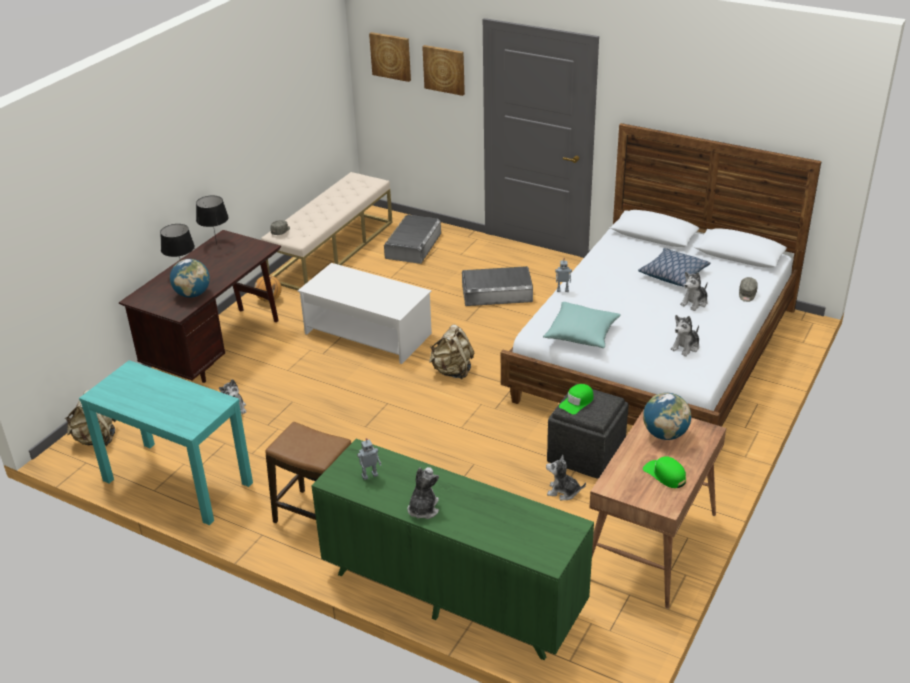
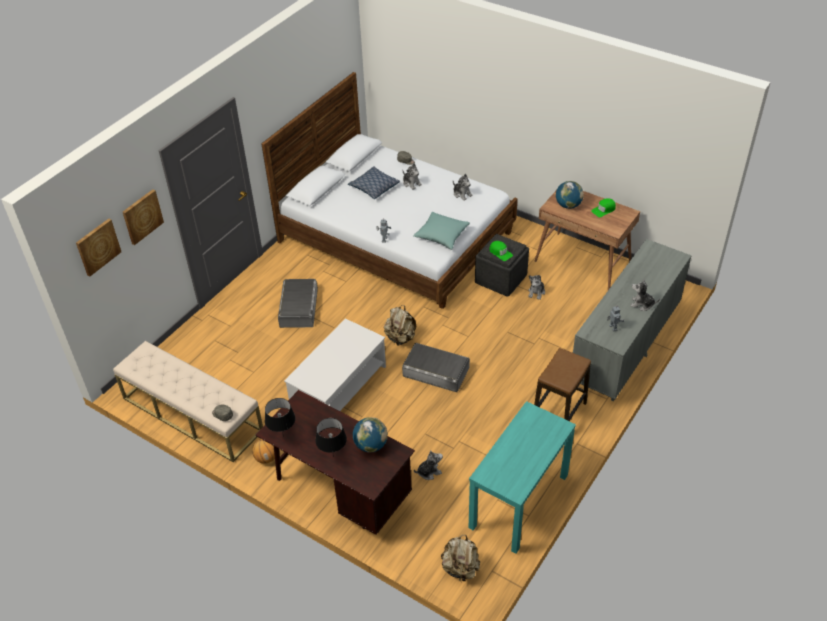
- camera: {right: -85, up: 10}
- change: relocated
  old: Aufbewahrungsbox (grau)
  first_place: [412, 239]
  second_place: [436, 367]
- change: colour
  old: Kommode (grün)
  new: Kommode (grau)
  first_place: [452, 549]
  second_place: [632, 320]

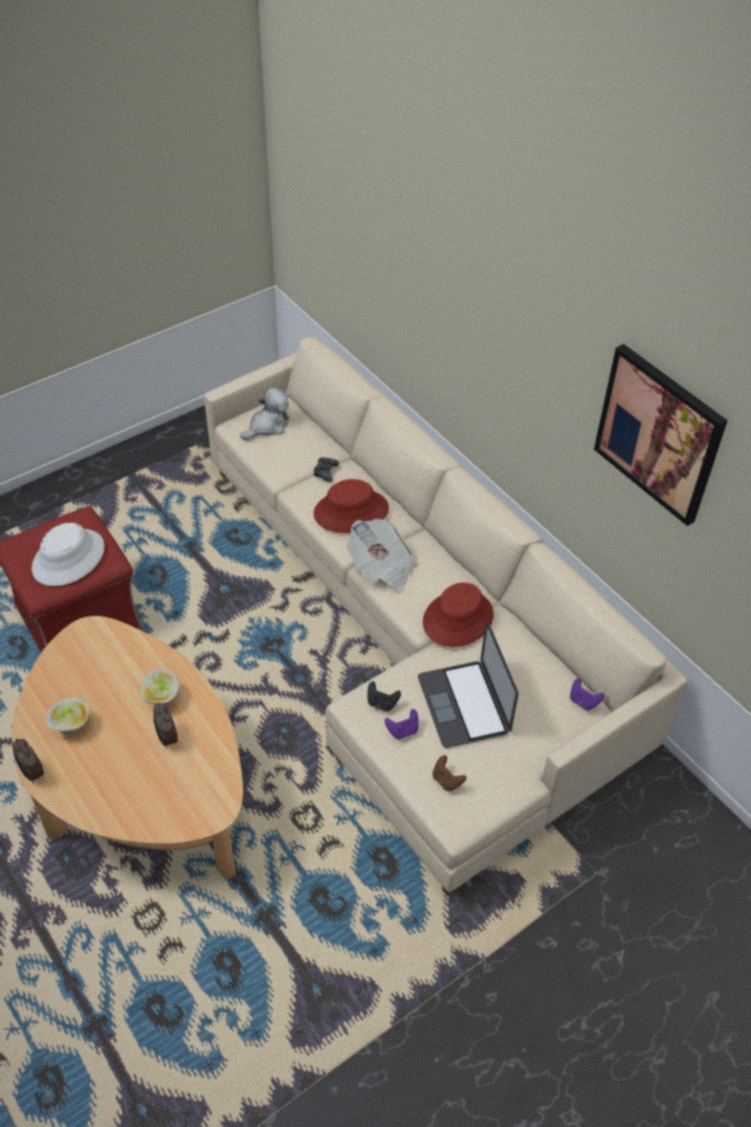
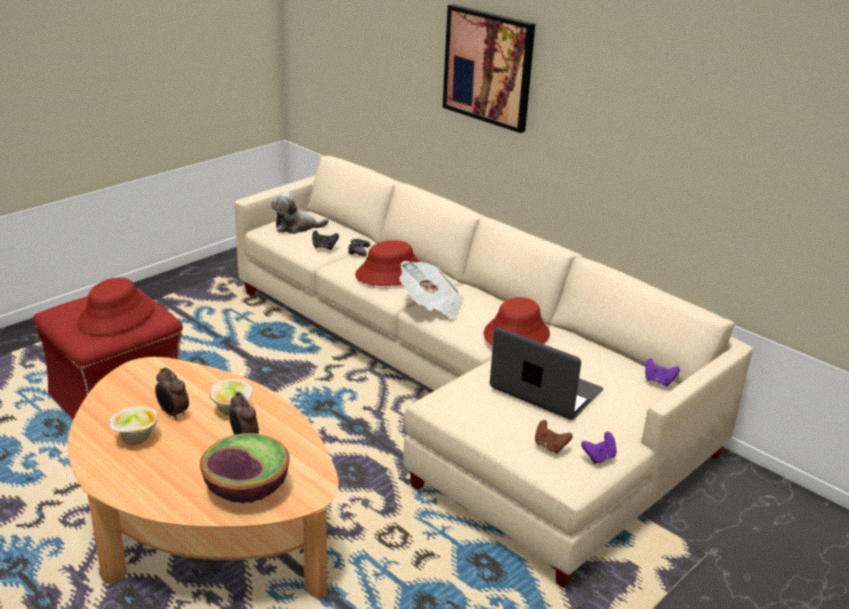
- camera: {right: -10, up: -20}
- change: relocated
  old: Bild
  first_place: [661, 435]
  second_place: [488, 68]
- change: spun
  old: Plüschtier
  first_place: [264, 413]
  second_place: [300, 213]
  degrees: -135
- change: colour
  old: Hut (weiß)
  new: Hut (rot)
  first_place: [68, 554]
  second_place: [115, 306]
- change: spun
  old: Laptop
  first_place: [468, 684]
  second_place: [546, 373]
  degrees: 150
- change: relocated
  old: Gamepad (schwarz)
  first_place: [384, 696]
  second_place: [325, 240]
- change: relocated
  old: Gamepad (lila)
  first_place: [402, 724]
  second_place: [599, 448]
- change: relocated
  old: Wecker
  first_place: [28, 760]
  second_place: [172, 393]
- change: appeared
  new: Schüssel
  second_place: [245, 468]

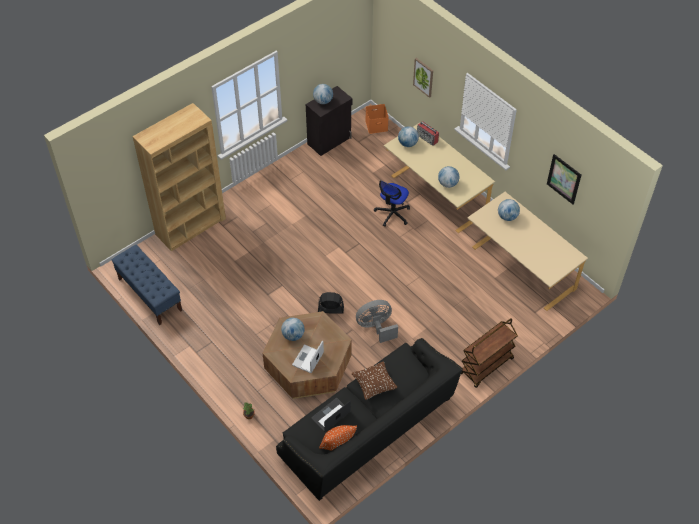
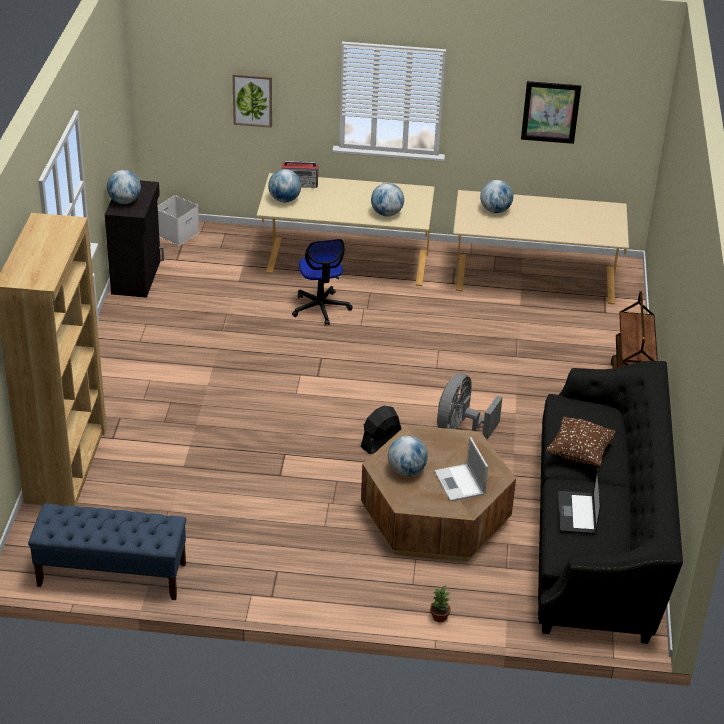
- camera: {right: -45, up: -15}
- change: colour
  old: Aufbewahrungsbox (orange)
  new: Aufbewahrungsbox (weiß)
  first_place: [377, 119]
  second_place: [178, 220]
- change: missing
  old: Kissen (orange)
  first_place: [338, 437]

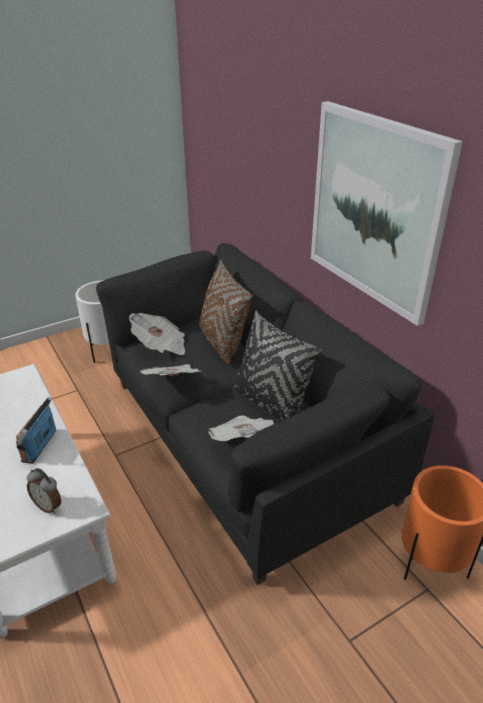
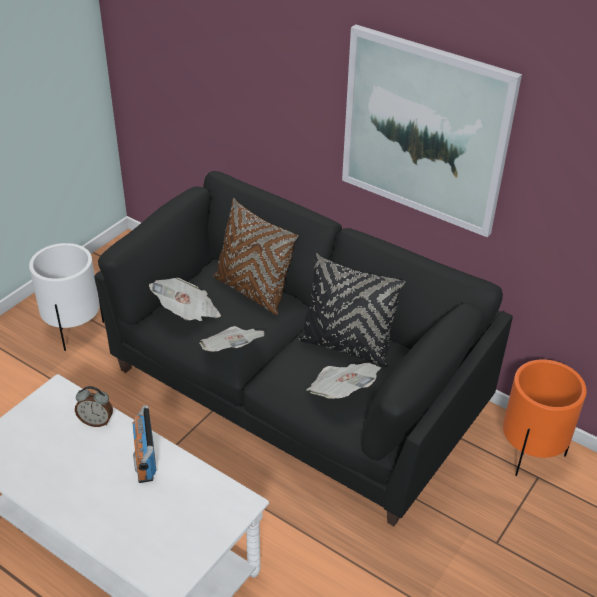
- camera: {right: -25, up: 5}
- change: relocated
  old: Wecker
  first_place: [44, 490]
  second_place: [94, 406]

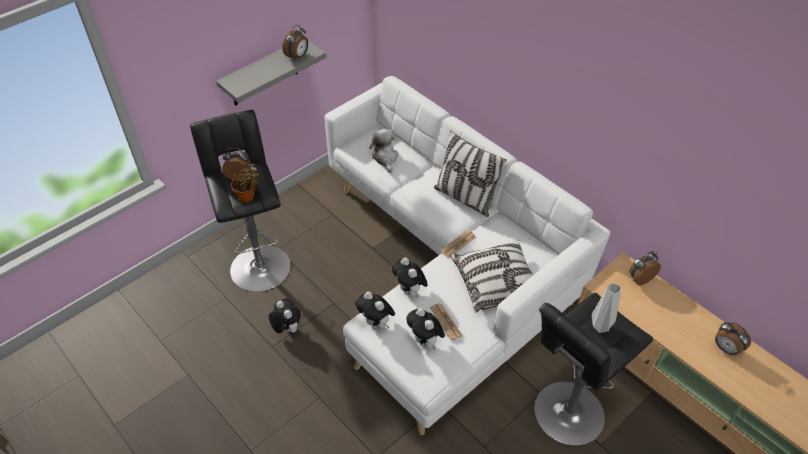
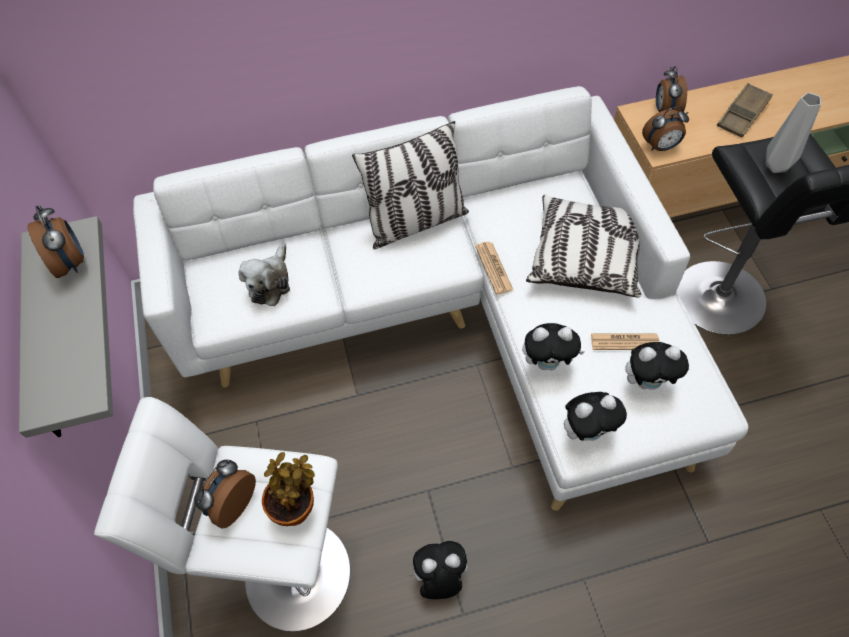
- camera: {right: -60, up: 10}
- change: colour
  old: Hocker (schwarz)
  new: Hocker (weiß)
  first_place: [240, 201]
  second_place: [222, 514]
- change: spun
  old: Plüschtier
  first_place: [383, 151]
  second_place: [264, 274]
  degrees: -90
- change: relocated
  old: Wecker
  first_place: [733, 338]
  second_place: [665, 128]
- change: appeared
  new: Tablett (braun)
  second_place: [744, 110]

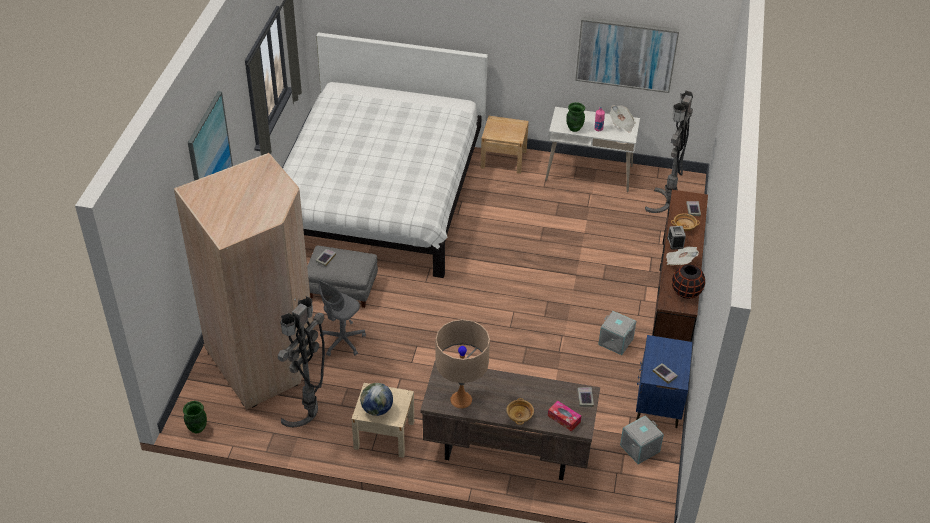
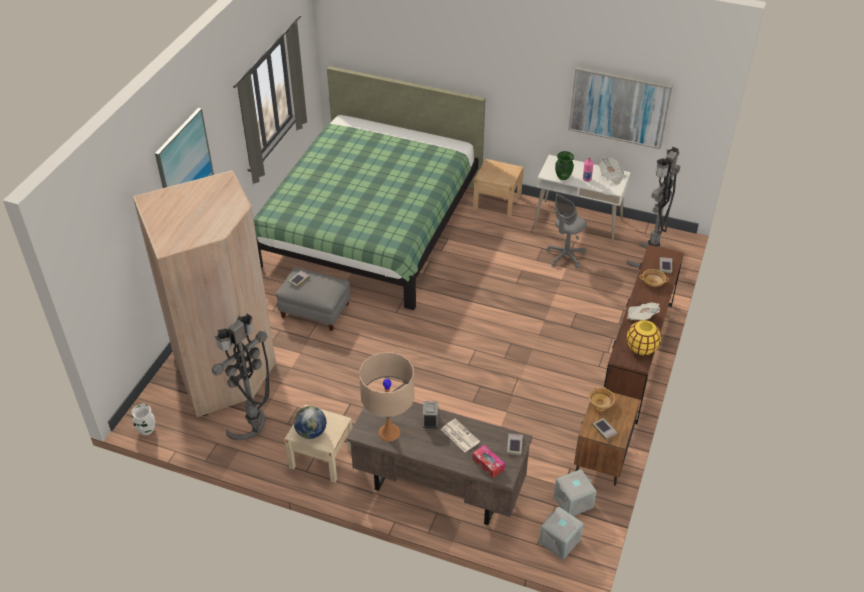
- camera: {right: 10, up: 0}
- change: colour
  old: Bett (weiß)
  new: Bett (grün)
  first_place: [385, 155]
  second_place: [369, 188]
- change: relocated
  old: Wecker
  first_place: [676, 238]
  second_place: [430, 414]
- change: colour
  old: Vase (schwarz)
  new: Vase (gelb)
  first_place: [688, 281]
  second_place: [644, 337]
- change: relocated
  old: Bürostuhl (grau)
  first_place: [342, 317]
  second_place: [566, 231]
- change: relocated
  old: Aufbewahrungsbox (grau)
  first_place: [617, 333]
  second_place: [561, 533]
- change: colour
  old: Nachttisch (blau)
  new: Nachttisch (braun)
  first_place: [664, 381]
  second_place: [607, 437]
- change: relocated
  old: Schüssel (beige)
  first_place: [520, 411]
  second_place: [602, 399]
- change: colour
  old: Vase (grün)
  new: Vase (weiß)
  first_place: [195, 417]
  second_place: [143, 419]
- change: appeared
  new: Zeitung
  second_place: [460, 435]

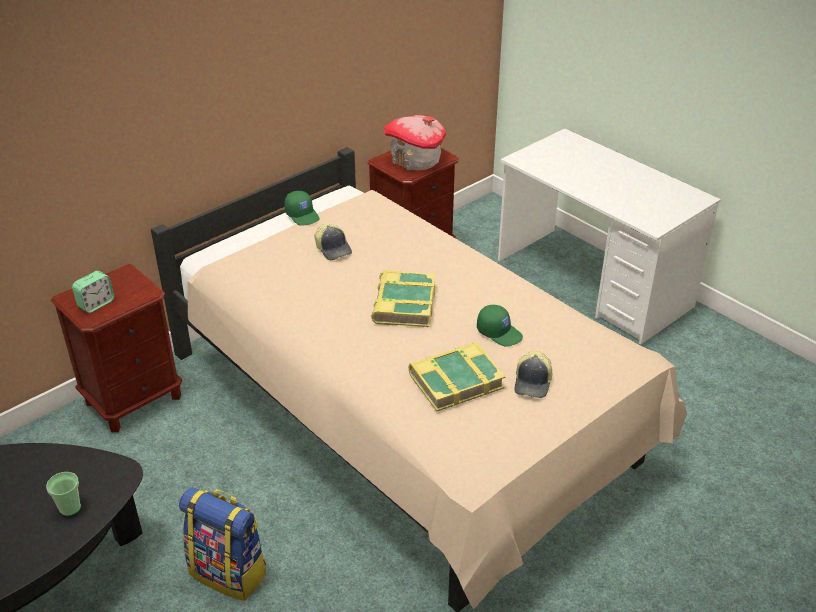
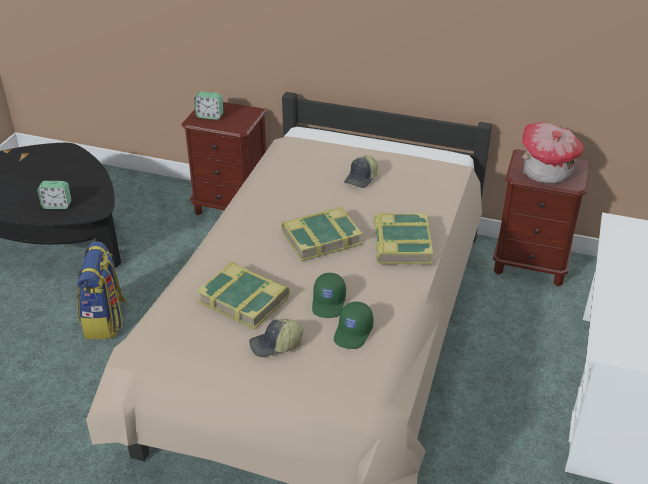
- camera: {right: 60, up: 0}
- change: relocated
  old: Kappe (grün)
  first_place: [302, 208]
  second_place: [354, 325]
- change: exchanged
  old: Tasse
  new: Wecker
  first_place: [63, 494]
  second_place: [54, 195]
- change: appeared
  new: Buch
  second_place: [403, 239]

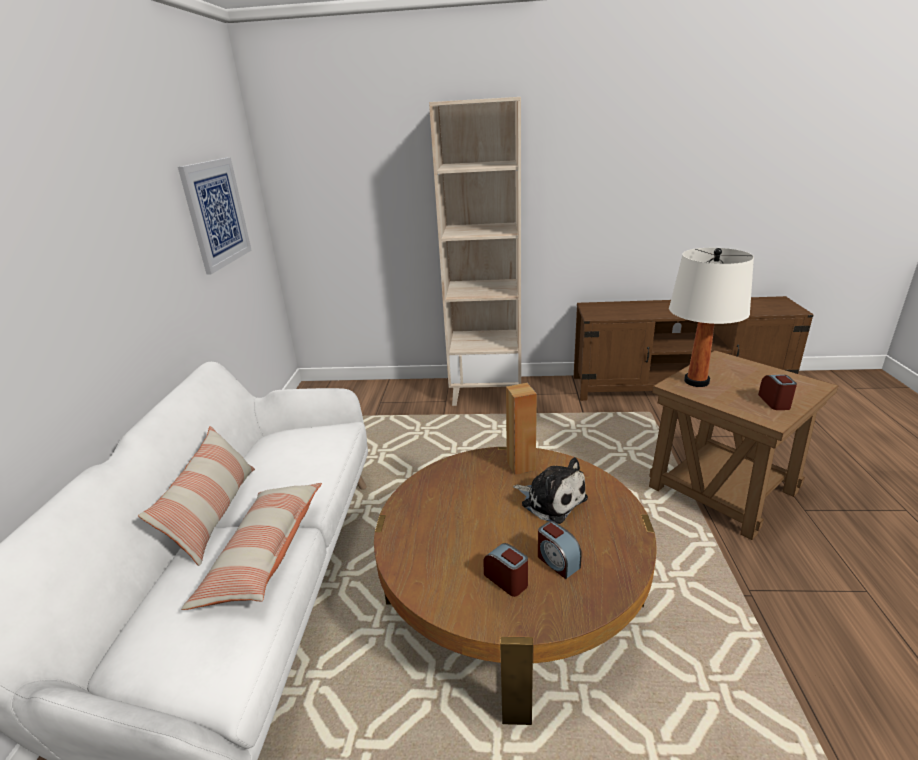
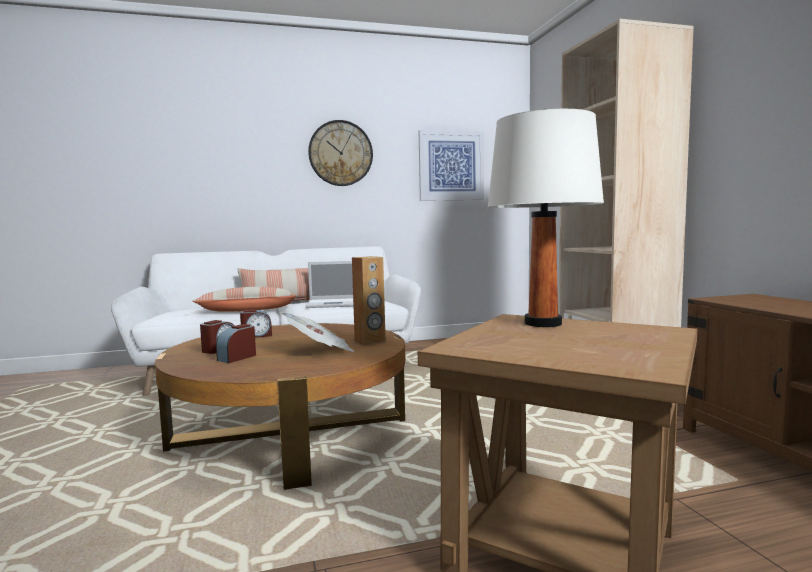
- camera: {right: 70, up: -20}
- change: relocated
  old: Wecker
  first_place: [777, 392]
  second_place: [256, 323]
- change: exchanged
  old: Plüschtier
  new: Zeitung
  first_place: [550, 490]
  second_place: [317, 332]
- change: appeared
  new: Wanduhr
  second_place: [340, 153]
- change: appeared
  new: Laptop
  second_place: [329, 284]

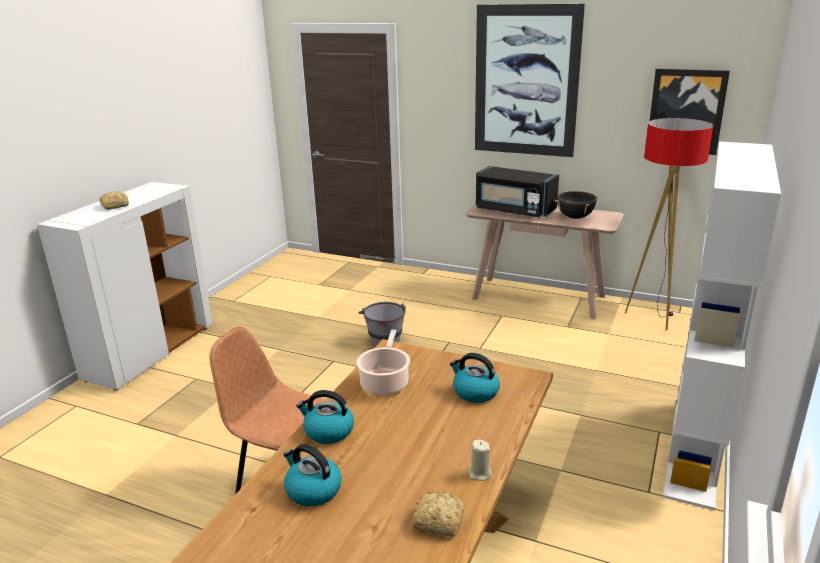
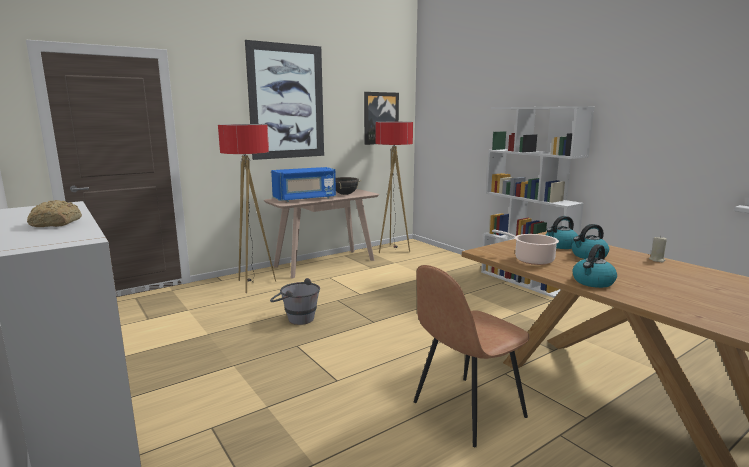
- camera: {right: -60, up: -10}
- change: colour
  old: Mikrowelle (schwarz)
  new: Mikrowelle (blau)
  first_place: [517, 192]
  second_place: [303, 184]
- change: relocated
  old: Wasserkessel
  first_place: [312, 475]
  second_place: [590, 241]
- change: missing
  old: Brot
  first_place: [438, 514]
- change: appeared
  new: Stehlampe
  second_place: [247, 208]

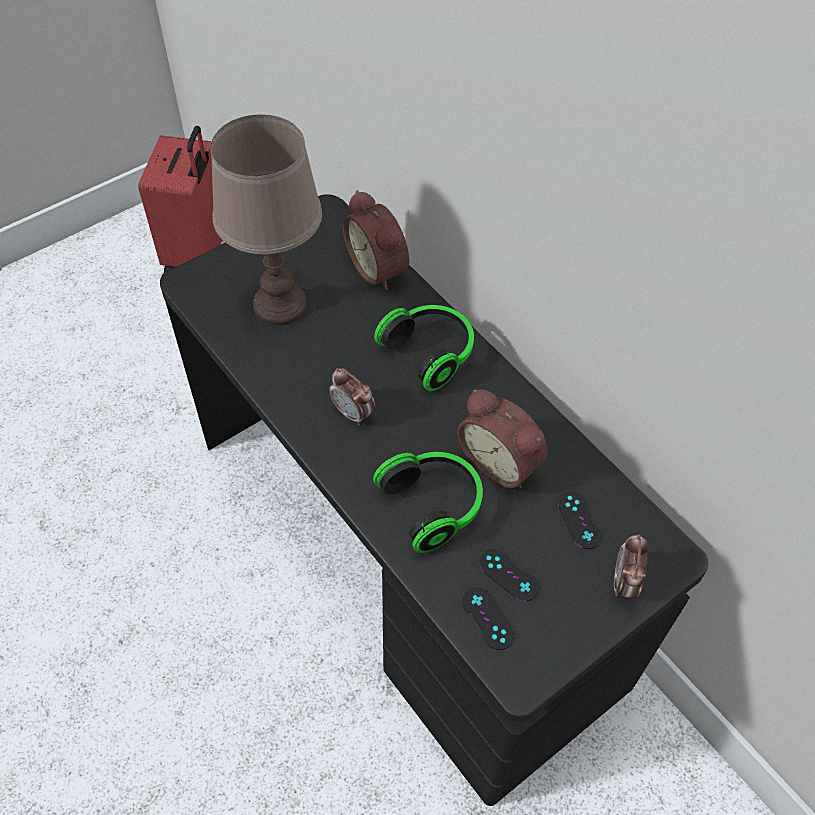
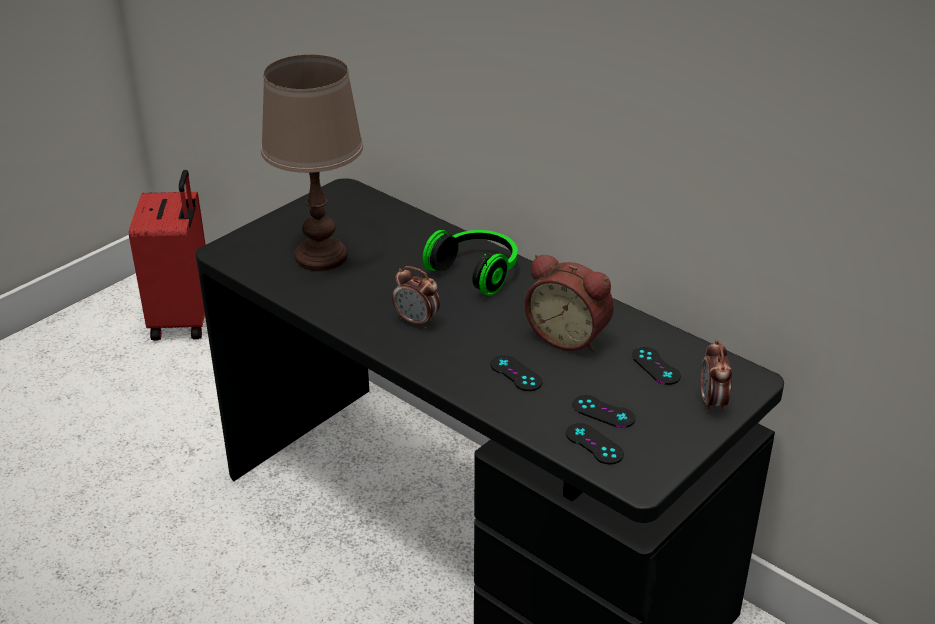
- camera: {right: -10, up: -20}
- change: missing
  old: Wecker
  first_place: [376, 240]
- change: exchanged
  old: Kopfhörer
  new: Gamepad (schwarz)
  first_place: [428, 502]
  second_place: [517, 373]

